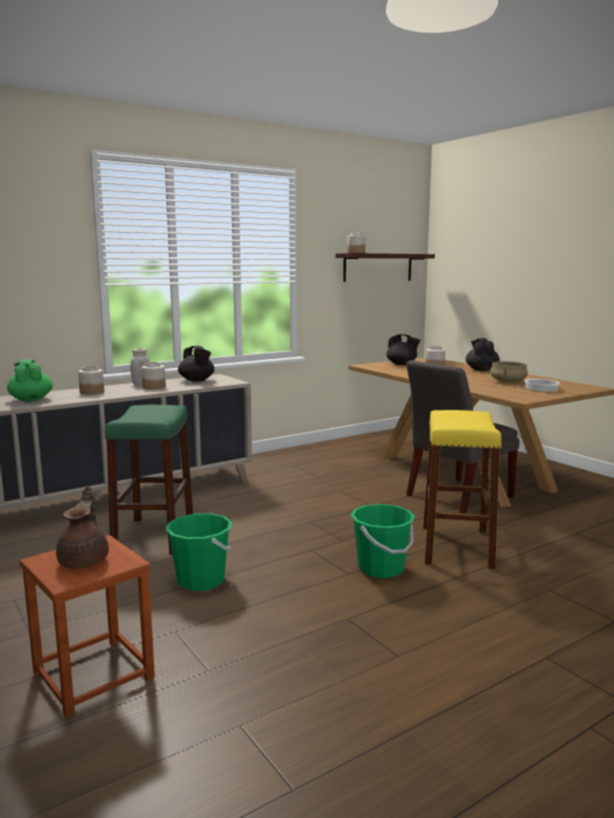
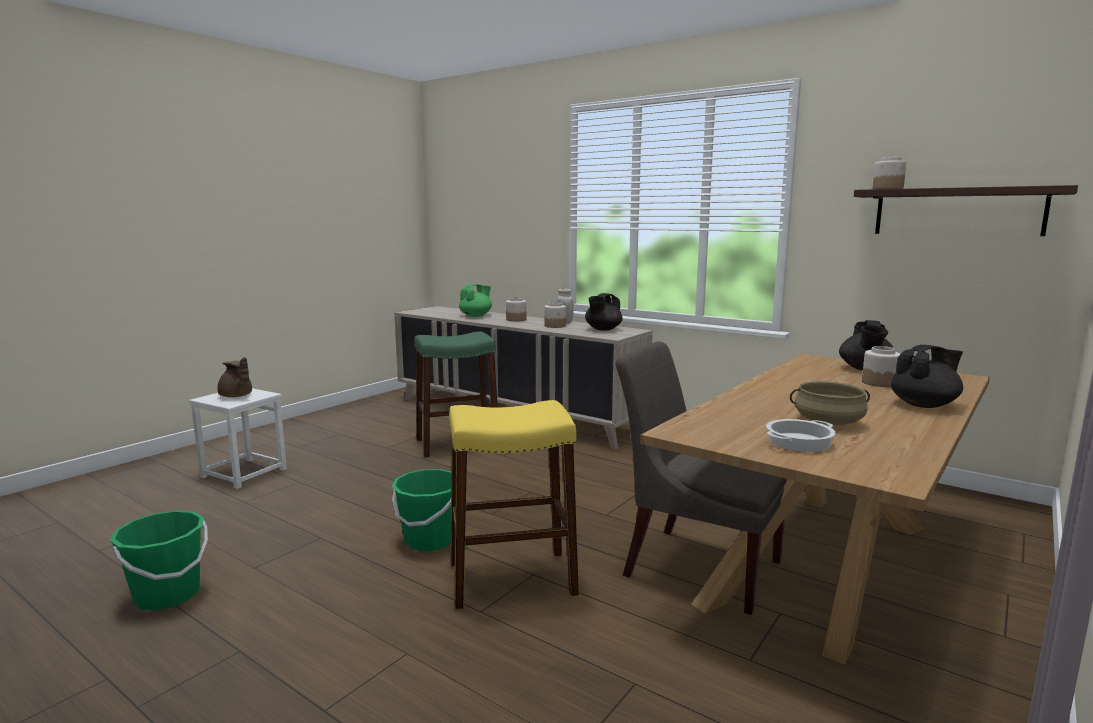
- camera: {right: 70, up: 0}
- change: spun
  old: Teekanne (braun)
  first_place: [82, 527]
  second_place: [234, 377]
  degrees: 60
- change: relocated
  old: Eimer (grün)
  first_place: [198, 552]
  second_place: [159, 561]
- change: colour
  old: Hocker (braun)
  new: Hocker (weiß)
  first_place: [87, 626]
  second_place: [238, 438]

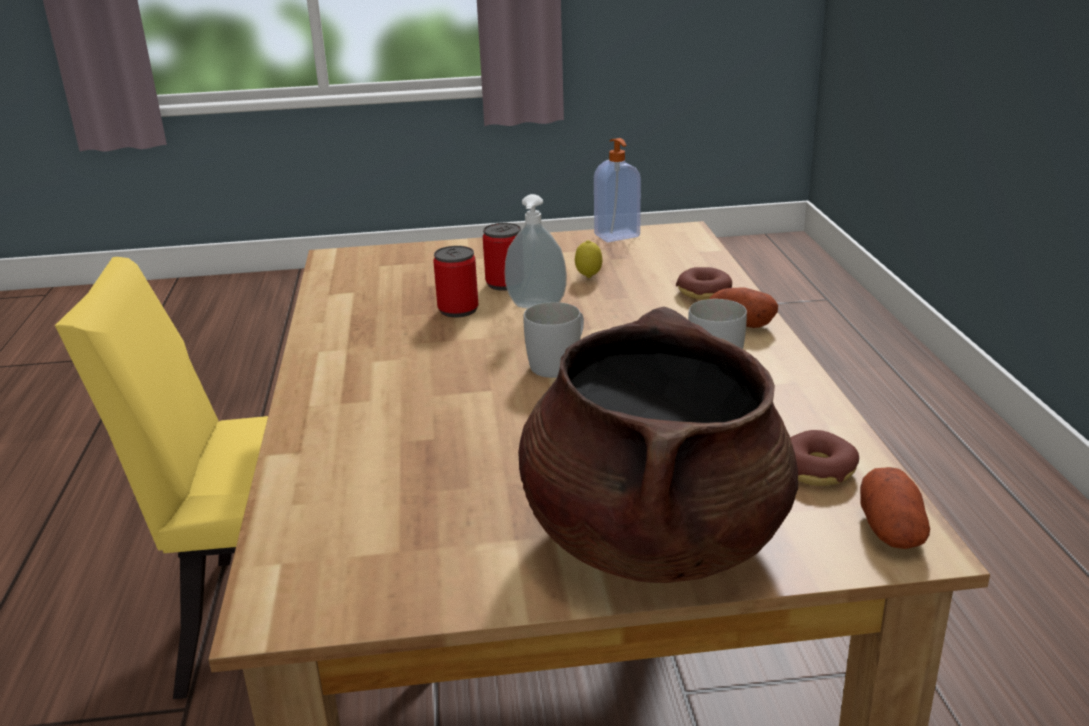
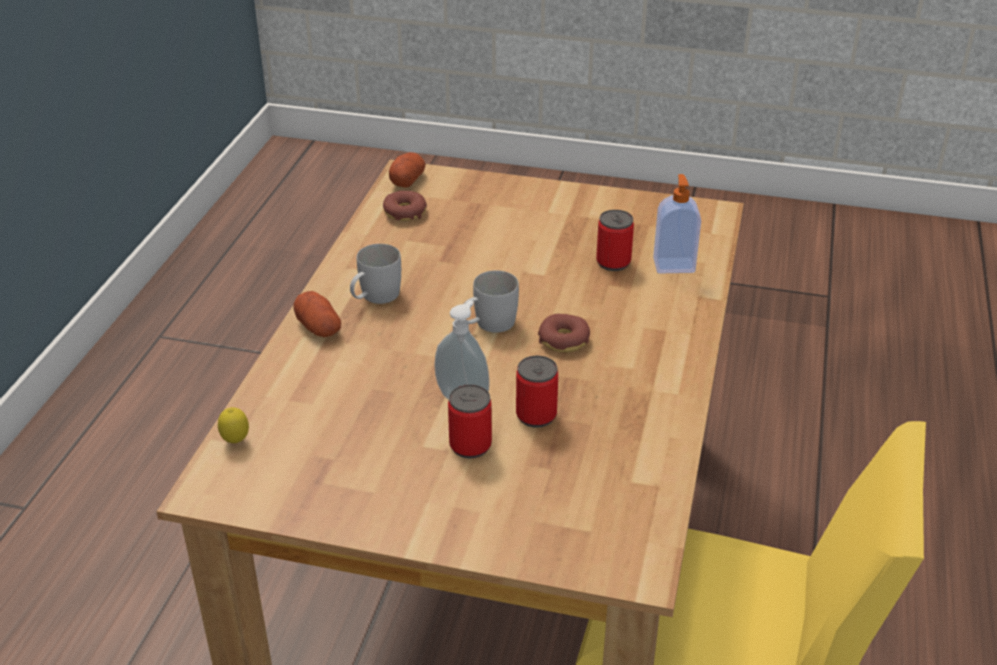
- camera: {right: -160, up: 10}
- change: relocated
  old: Seifenspender
  first_place: [617, 190]
  second_place: [677, 223]
- change: relocated
  old: Zitrone
  first_place: [588, 259]
  second_place: [233, 425]
- change: relocated
  old: Donut
  first_place: [704, 283]
  second_place: [564, 333]
- change: missing
  old: Kochtopf (braun)
  first_place: [658, 444]
- change: appeared
  new: Dose
  second_place: [615, 240]

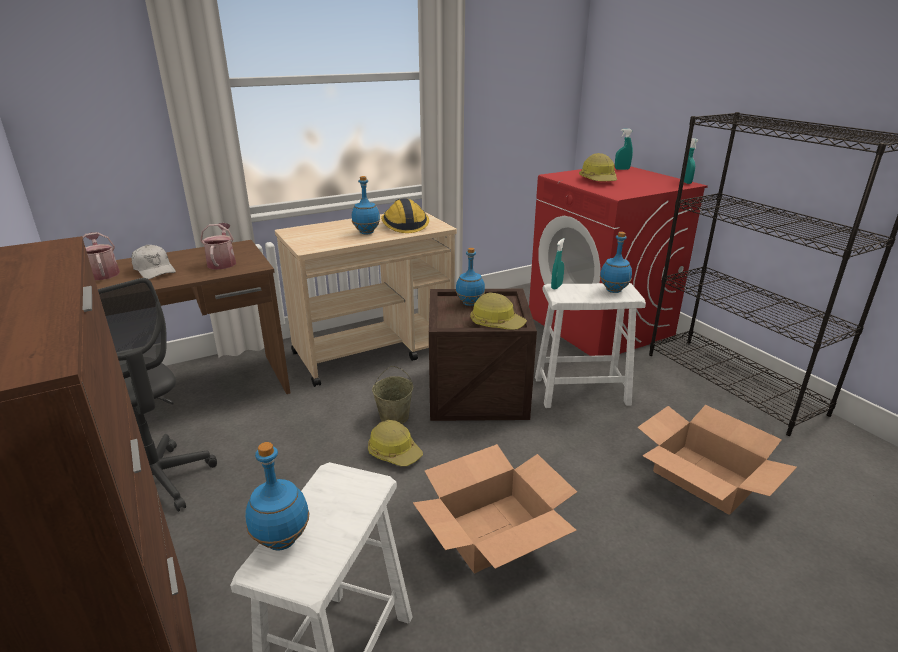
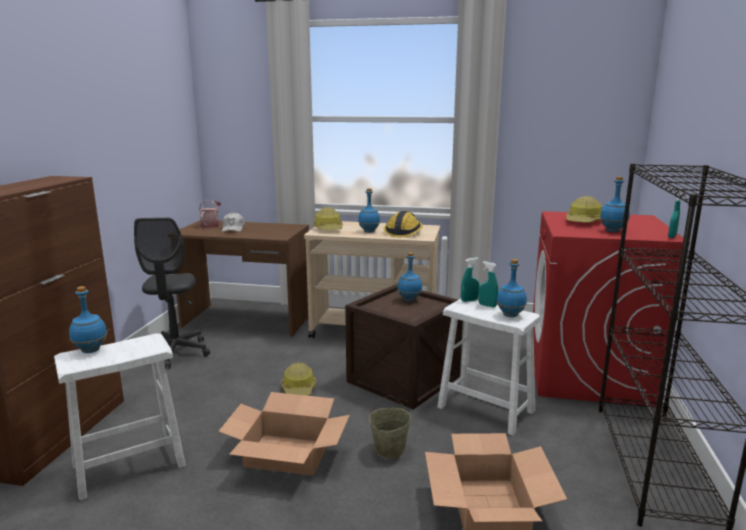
- camera: {right: 40, up: -10}
- change: relocated
  old: Sprühflasche (türkis)
  first_place: [624, 149]
  second_place: [488, 284]
- change: missing
  old: Gießkanne
  first_place: [218, 246]
- change: relocated
  old: Schutzhelm
  first_place: [498, 311]
  second_place: [328, 218]
- change: relocated
  old: Eimer (beige)
  first_place: [392, 395]
  second_place: [390, 426]
- change: appeared
  new: Flasche (blau)
  second_place: [615, 204]

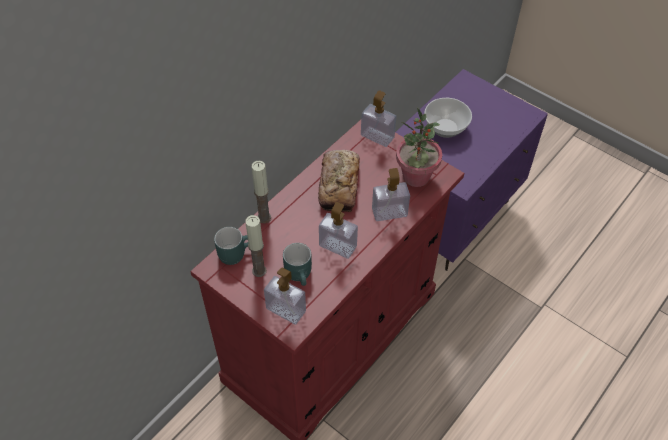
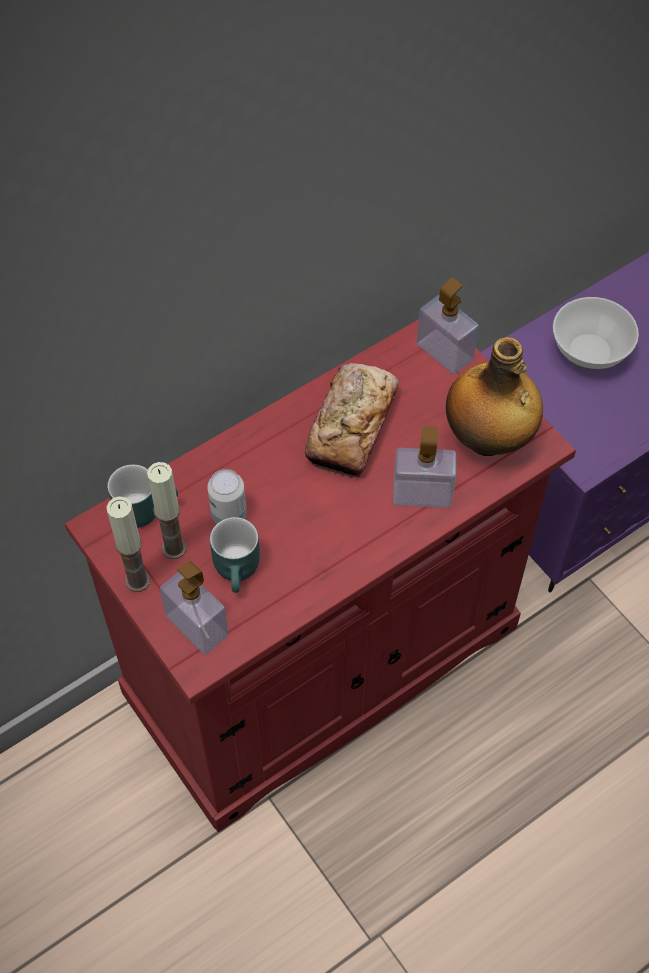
- camera: {right: 15, up: 5}
- change: exchanged
  old: Topfpflanze
  new: Flasche
  first_place: [419, 147]
  second_place: [494, 396]
- change: relocated
  old: Kerze
  first_place: [261, 192]
  second_place: [128, 544]
- change: missing
  old: Seifenspender
  first_place: [338, 230]
- change: appeared
  new: Dose
  second_place: [227, 496]

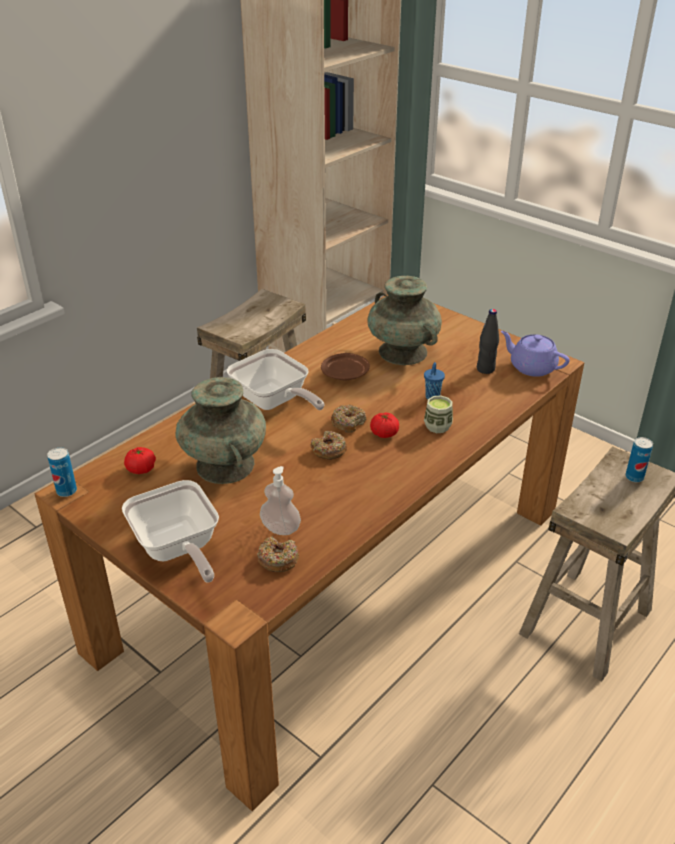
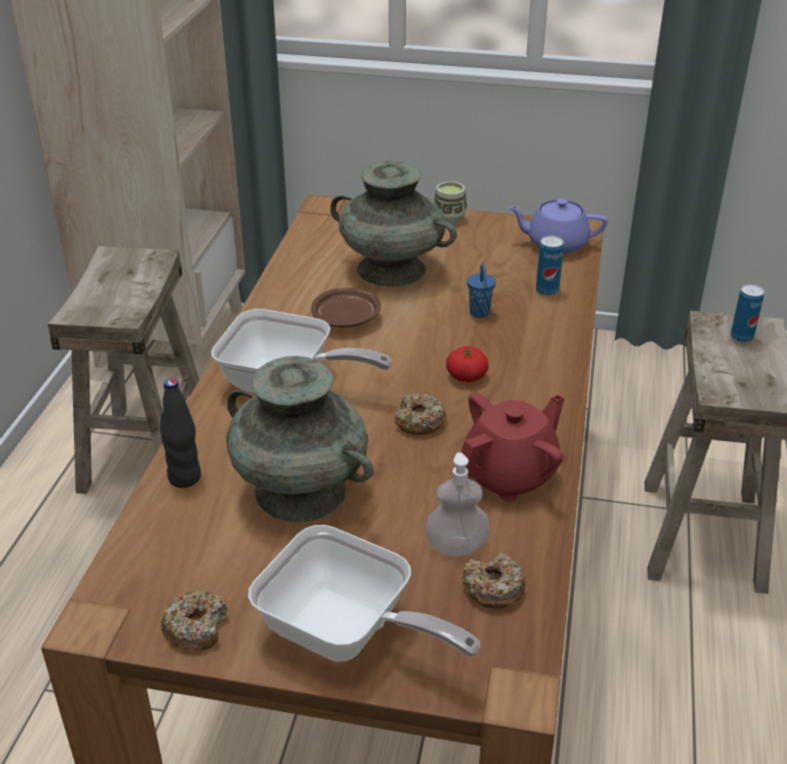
- camera: {right: -30, up: 0}
- change: relocated
  old: Flasche (schwarz)
  first_place: [488, 341]
  second_place: [180, 433]
- change: relocated
  old: Tasse
  first_place: [438, 414]
  second_place: [450, 203]
- change: relocated
  old: Donut
  first_place: [349, 419]
  second_place: [194, 620]
- change: relocated
  old: Dose
  first_place: [62, 472]
  second_place: [550, 266]
- change: missing
  old: Tomate
  first_place: [140, 460]
- change: appeared
  new: Teekanne (rot)
  second_place: [512, 447]

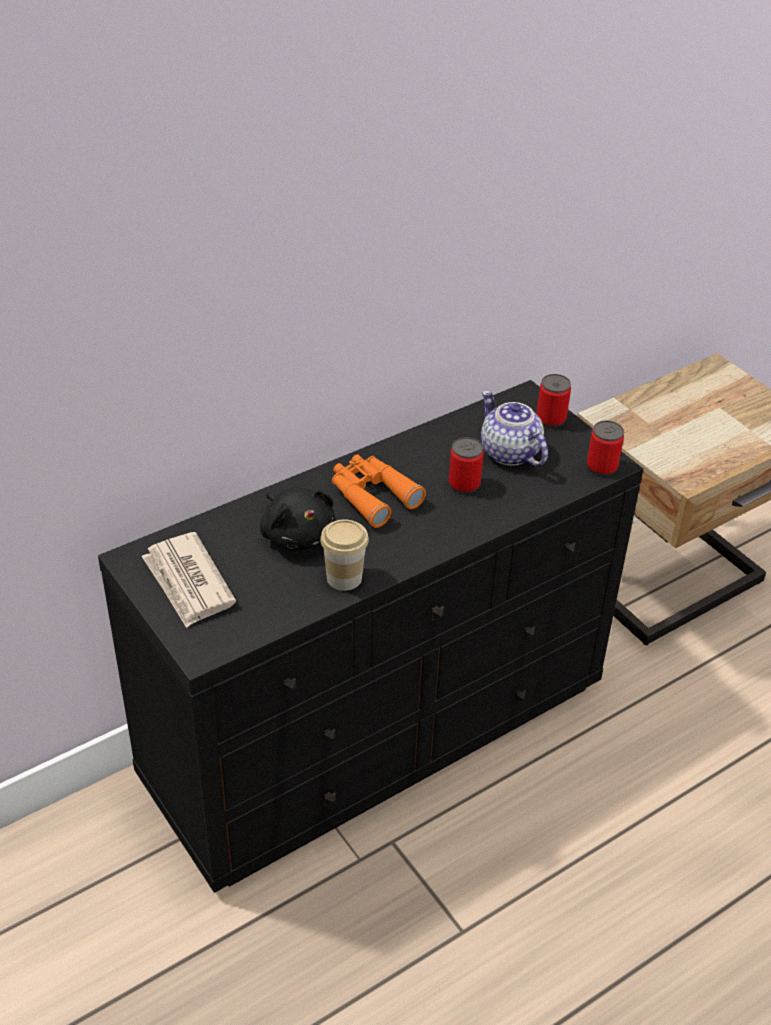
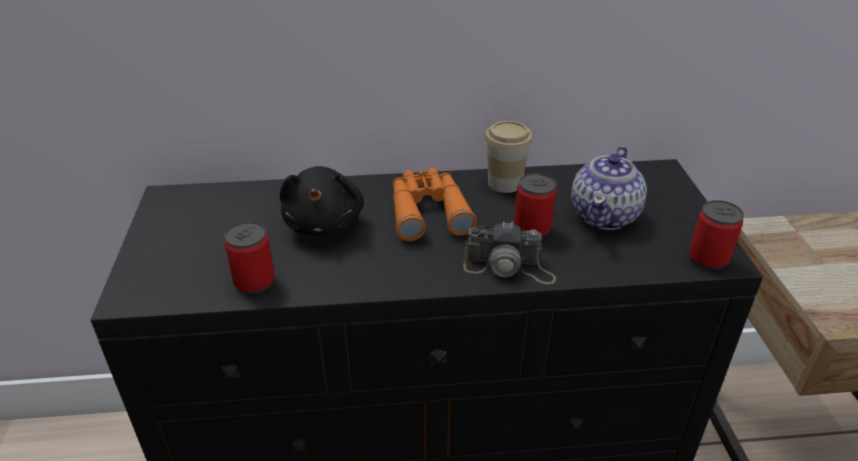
- camera: {right: 30, up: -5}
- change: relocated
  old: Dose
  first_place: [554, 400]
  second_place: [249, 257]
- change: spun
  old: Teekanne
  first_place: [514, 428]
  second_place: [609, 188]
  degrees: -150
- change: relocated
  old: Tasse
  first_place: [344, 555]
  second_place: [509, 157]
- change: missing
  old: Zeitung
  first_place: [189, 580]
- change: appeared
  new: Kamera
  second_place: [509, 252]

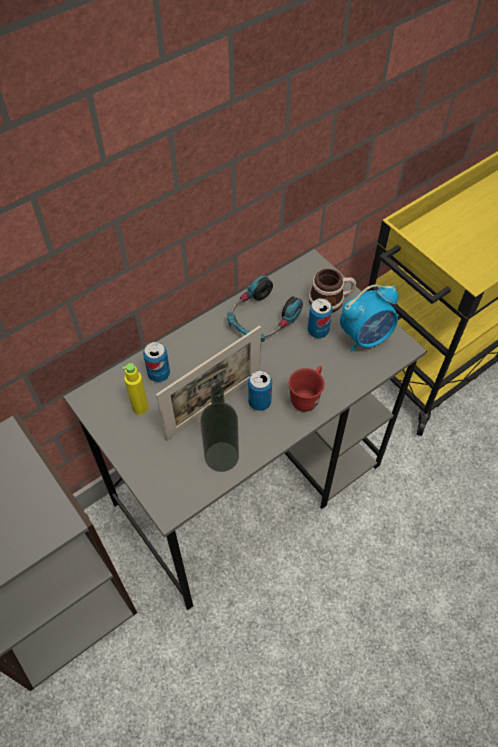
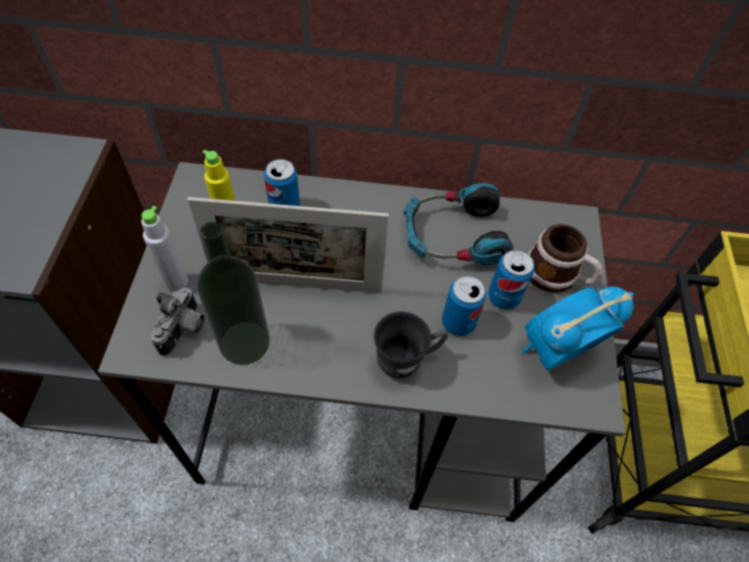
- camera: {right: 40, up: 0}
- change: spun
  old: Wecker
  first_place: [369, 318]
  second_place: [578, 328]
  degrees: 135
- change: colour
  old: Henkelbecher (rot)
  new: Henkelbecher (grau)
  first_place: [307, 389]
  second_place: [411, 345]
- change: relocated
  old: Dose
  first_place: [260, 390]
  second_place: [464, 306]
- change: appeared
  new: Flasche (grau)
  second_place: [164, 249]
- change: appeared
  new: Kamera
  second_place: [177, 322]

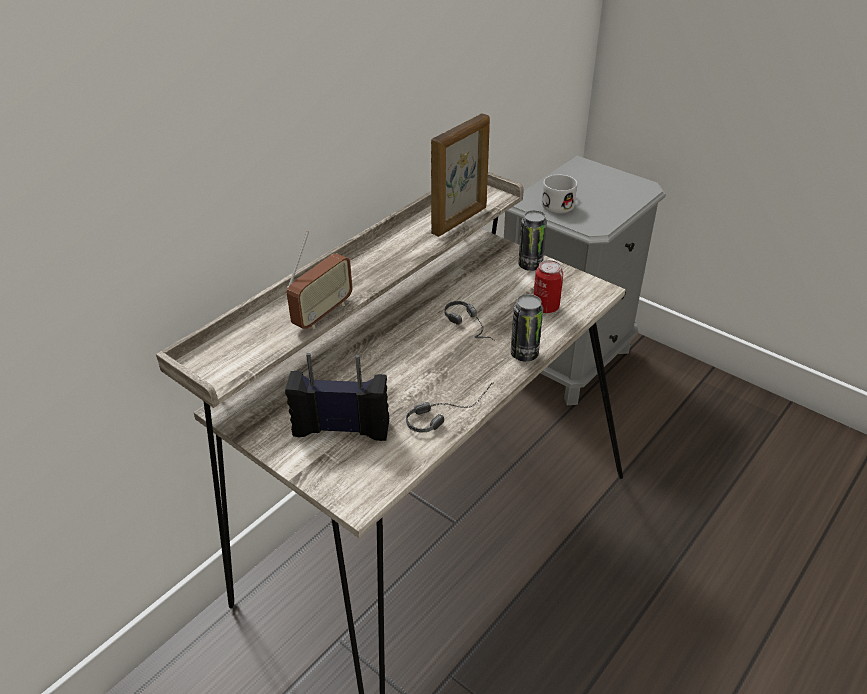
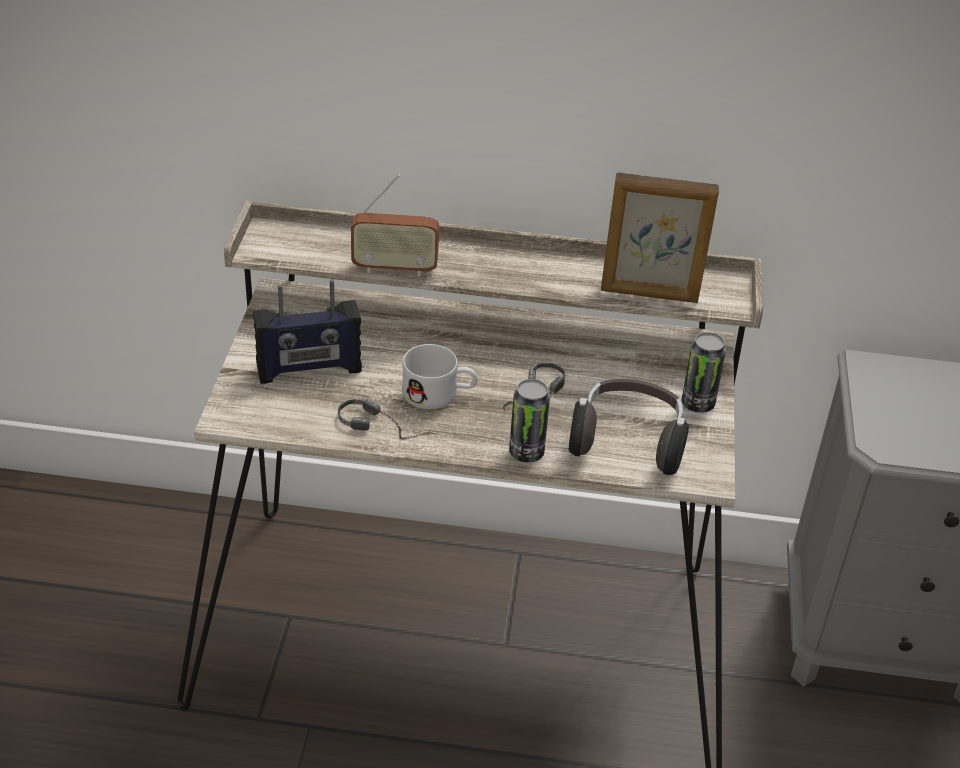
- camera: {right: 55, up: 0}
- change: relocated
  old: Henkelbecher (weiß)
  first_place: [559, 194]
  second_place: [440, 377]
- change: exchanged
  old: Dose
  new: Kopfhörer
  first_place: [548, 286]
  second_place: [629, 427]
- change: spun
  old: Radio
  first_place: [337, 397]
  second_place: [307, 331]
  degrees: 105

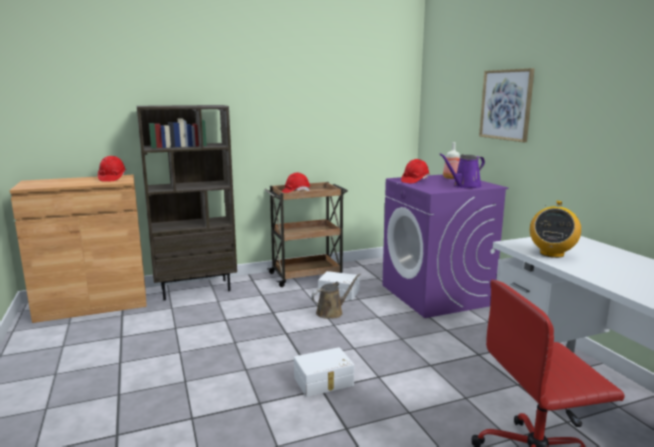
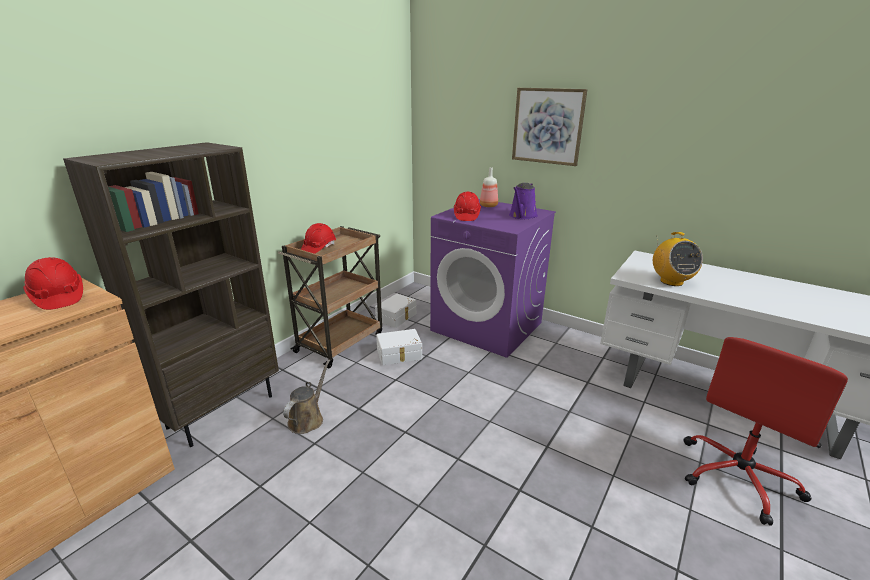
- camera: {right: -35, up: 10}
- change: relocated
  old: Gießkanne (braun)
  first_place: [336, 296]
  second_place: [306, 397]
- change: relocated
  old: Aufbewahrungsbox (weiß)
  first_place: [324, 372]
  second_place: [395, 311]

